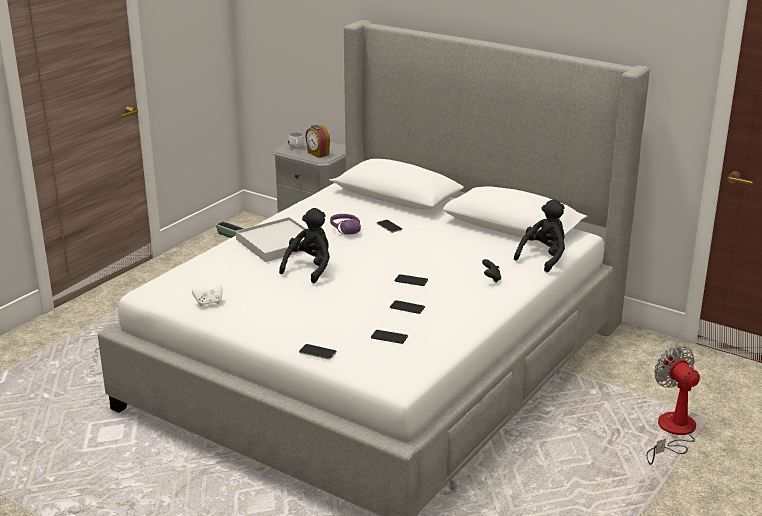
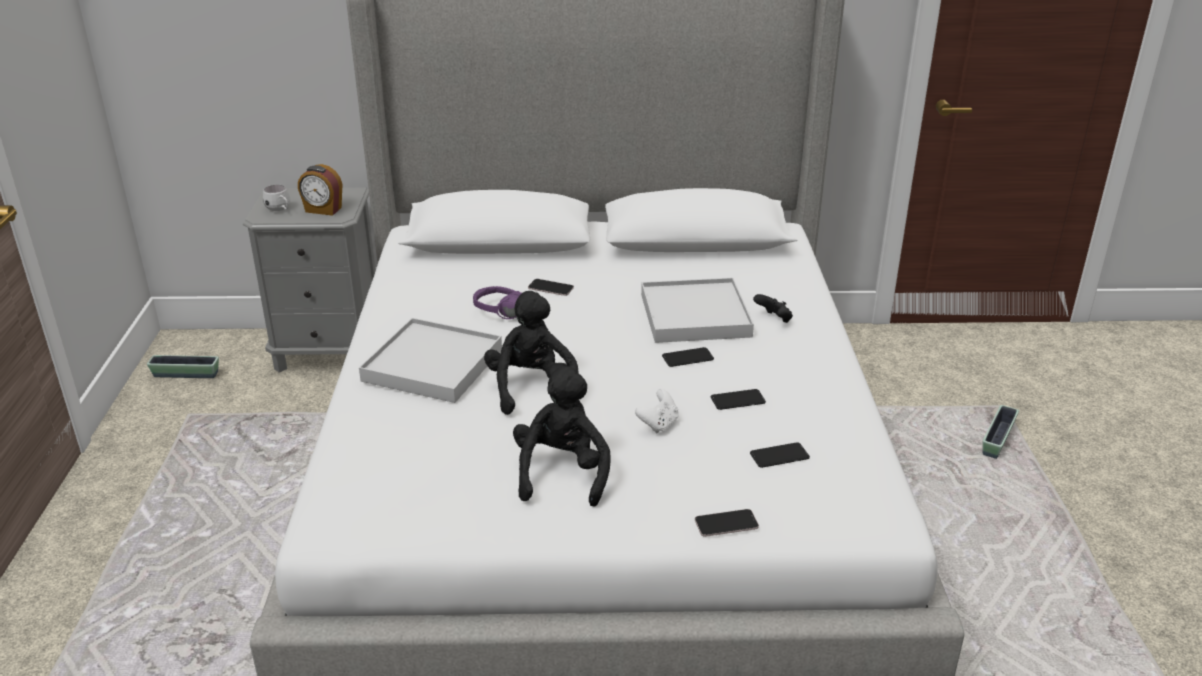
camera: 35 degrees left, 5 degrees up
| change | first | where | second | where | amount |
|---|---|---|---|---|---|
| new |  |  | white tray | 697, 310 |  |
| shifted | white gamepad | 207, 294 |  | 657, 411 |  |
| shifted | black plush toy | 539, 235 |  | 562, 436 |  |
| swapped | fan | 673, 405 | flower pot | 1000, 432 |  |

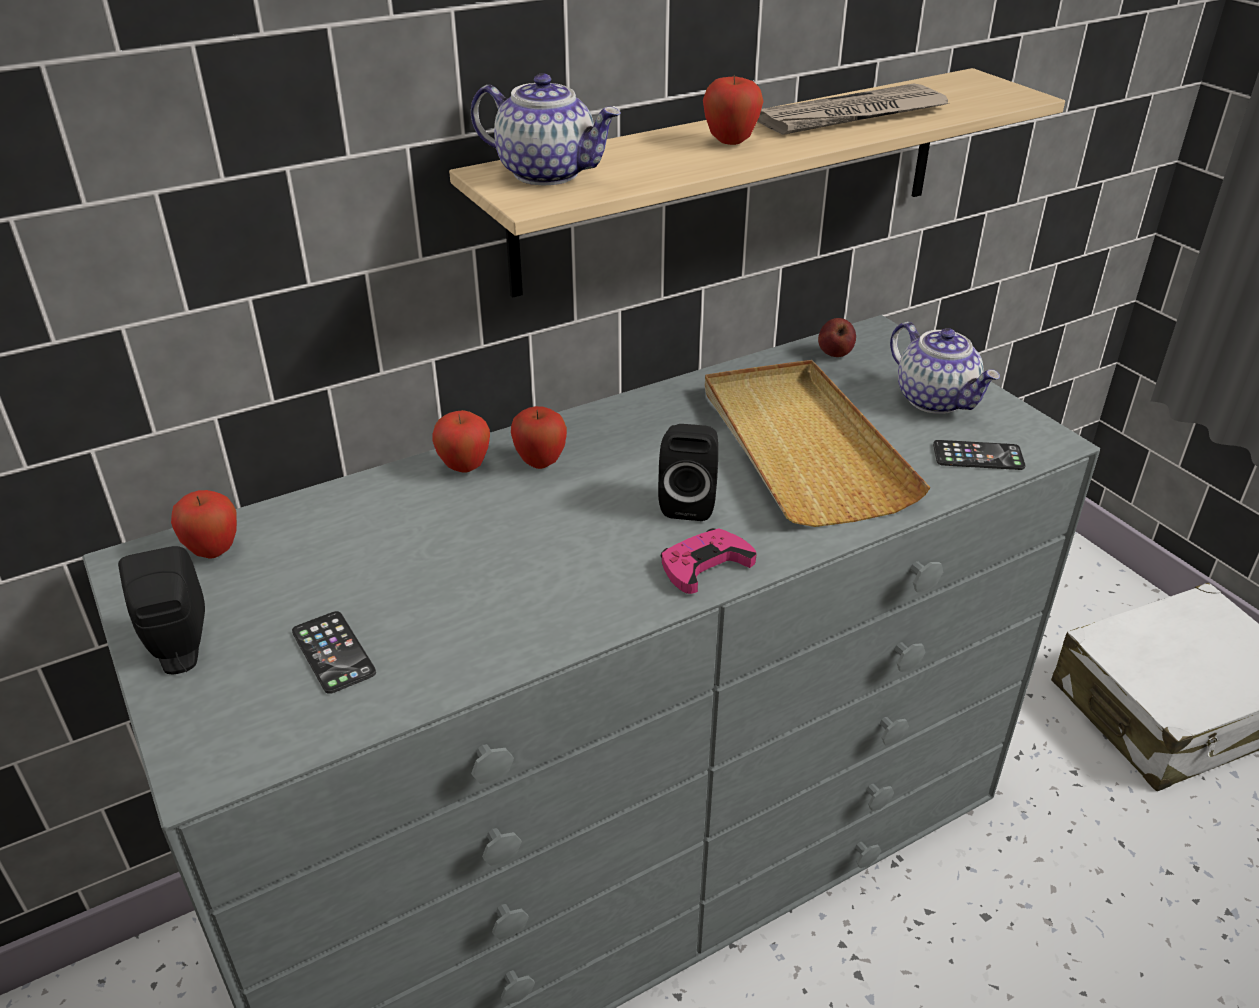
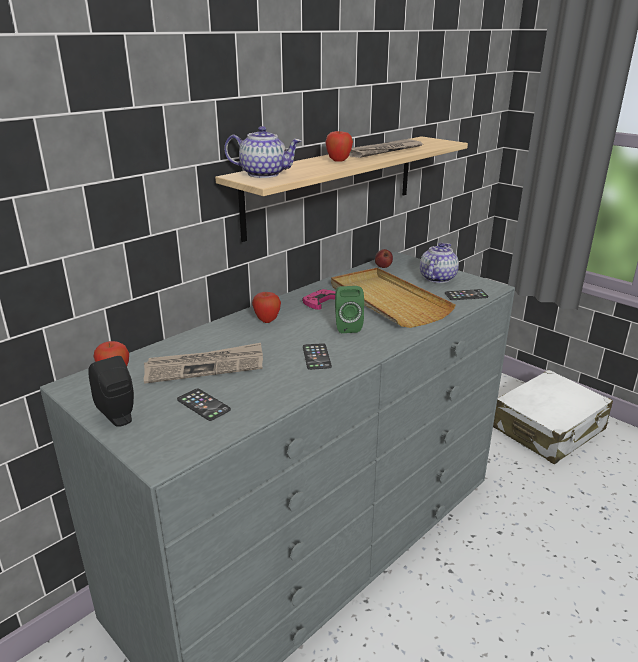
camera: 15 degrees left, 10 degrees down
| change | first | where | second | where | amount |
|---|---|---|---|---|---|
| gone | apple | 461, 441 |  |  |  |
| new |  |  | daily paper | 203, 363 |  |
| new |  |  | phone | 317, 356 |  |
| shifted | pink gamepad | 709, 561 |  | 319, 299 |  |
| repainted | black audio speaker | 688, 472 | green audio speaker | 349, 309 |  |
| rotated | tea pot | 945, 368 |  | 439, 263 | 105 degrees counterclockwise |

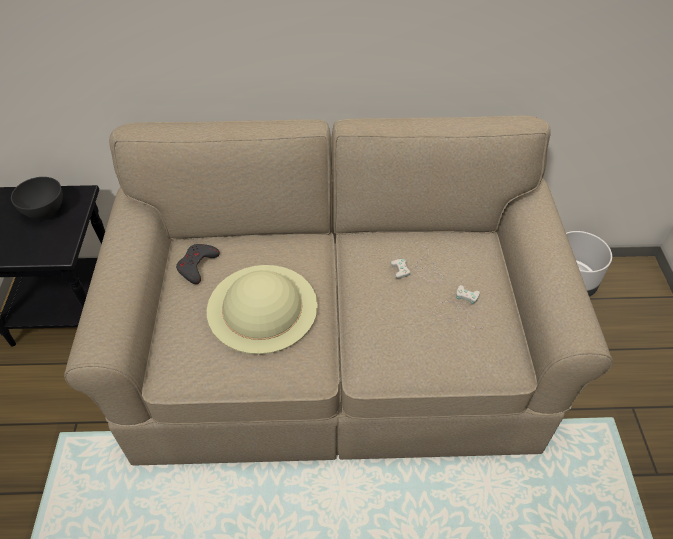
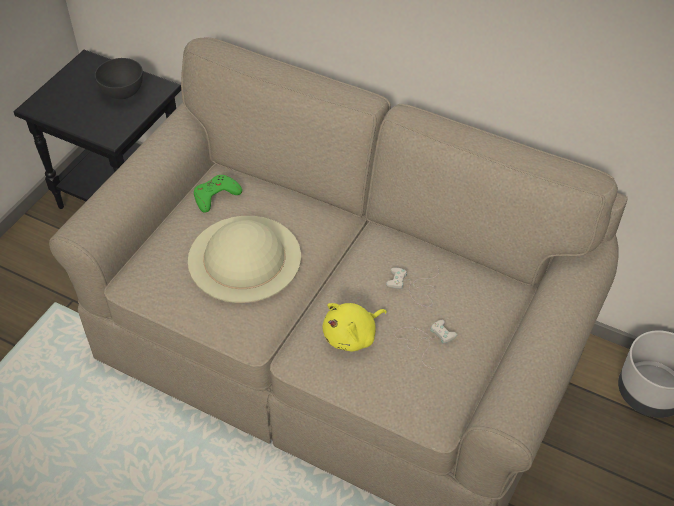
camera: 30 degrees right, 0 degrees up
| change | first | where | second | where | amount |
|---|---|---|---|---|---|
| new |  |  | yellow-coloured plush toy | 355, 327 |  |
| repainted | grey gamepad | 198, 264 | green gamepad | 218, 194 |  |

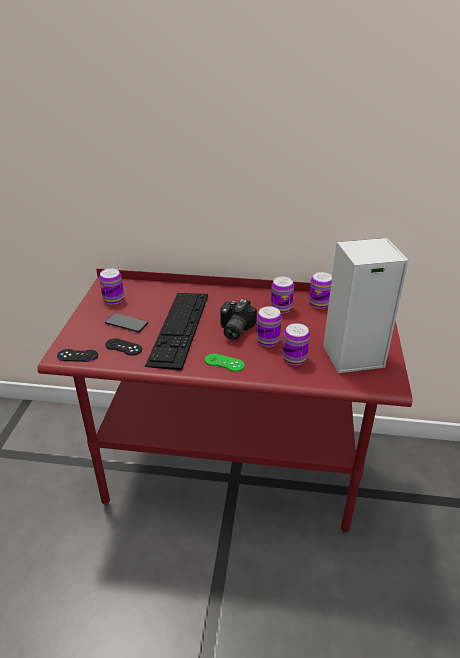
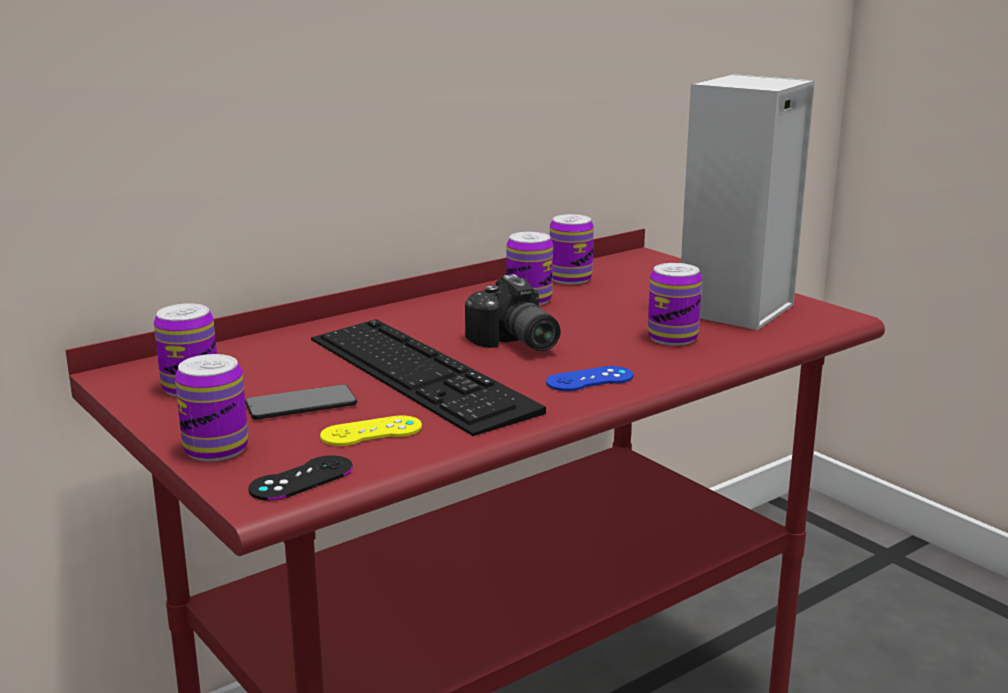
camera: 45 degrees left, 15 degrees down
| change | first | where | second | where | amount |
|---|---|---|---|---|---|
| shifted | metal can | 269, 326 |  | 211, 407 |  |
| repainted | black gamepad | 123, 347 | yellow-coloured gamepad | 371, 430 |  |
| repainted | green gamepad | 225, 362 | bluish gamepad | 589, 378 |  |

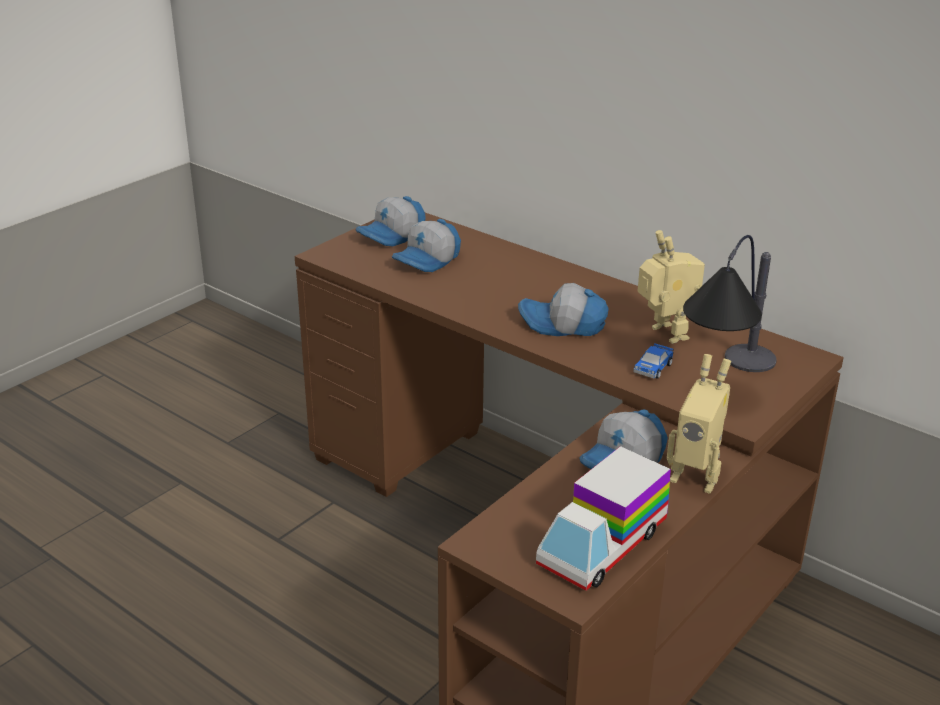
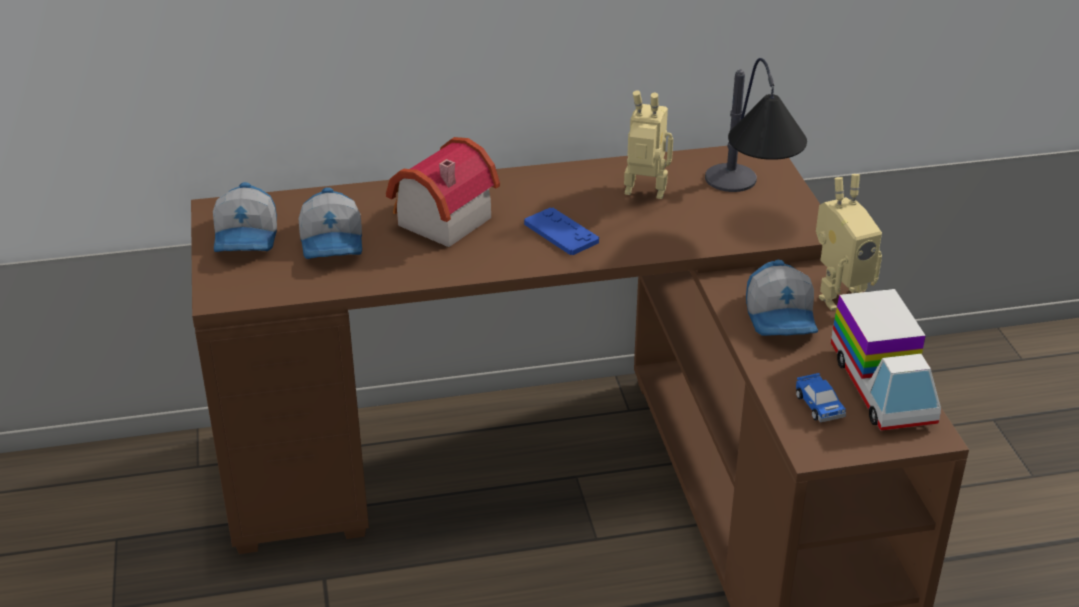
camera: 50 degrees left, 5 degrees up
| change | first | where | second | where | amount |
|---|---|---|---|---|---|
| new |  |  | model house | 443, 192 |  |
| shifted | toy car | 653, 361 |  | 821, 397 |  |
| swapped | cap | 563, 309 | bluish gamepad | 561, 231 |  |

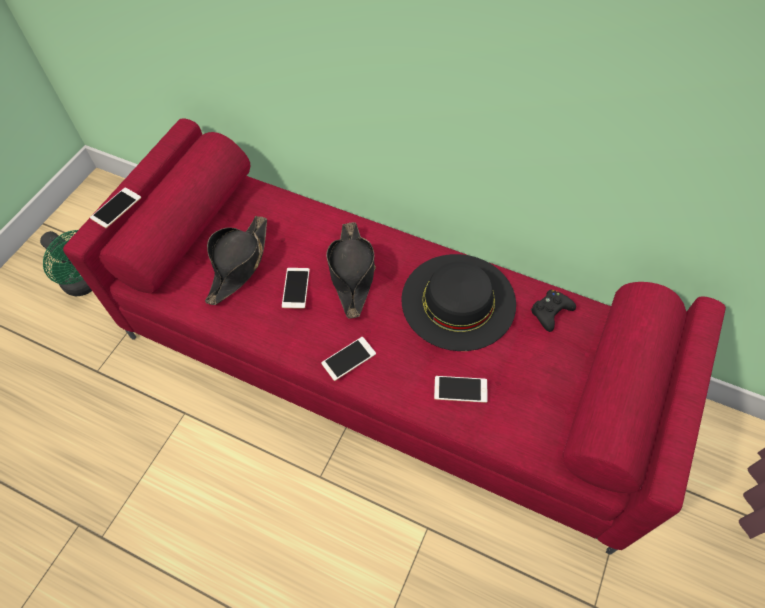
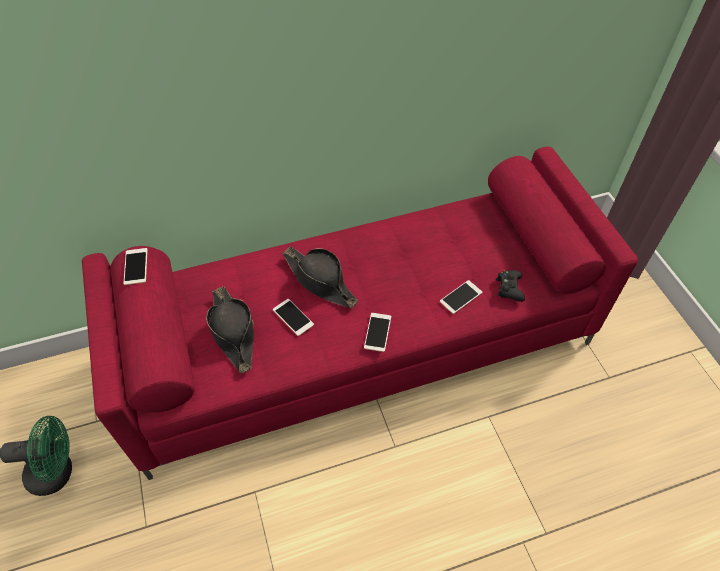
camera: 45 degrees left, 5 degrees down
| change | first | where | second | where | amount |
|---|---|---|---|---|---|
| gone | black wearable hat | 459, 302 |  |  |  |
| shifted | phone | 115, 207 |  | 135, 266 |  |
| shifted | black gamepad | 553, 311 |  | 510, 286 |  |

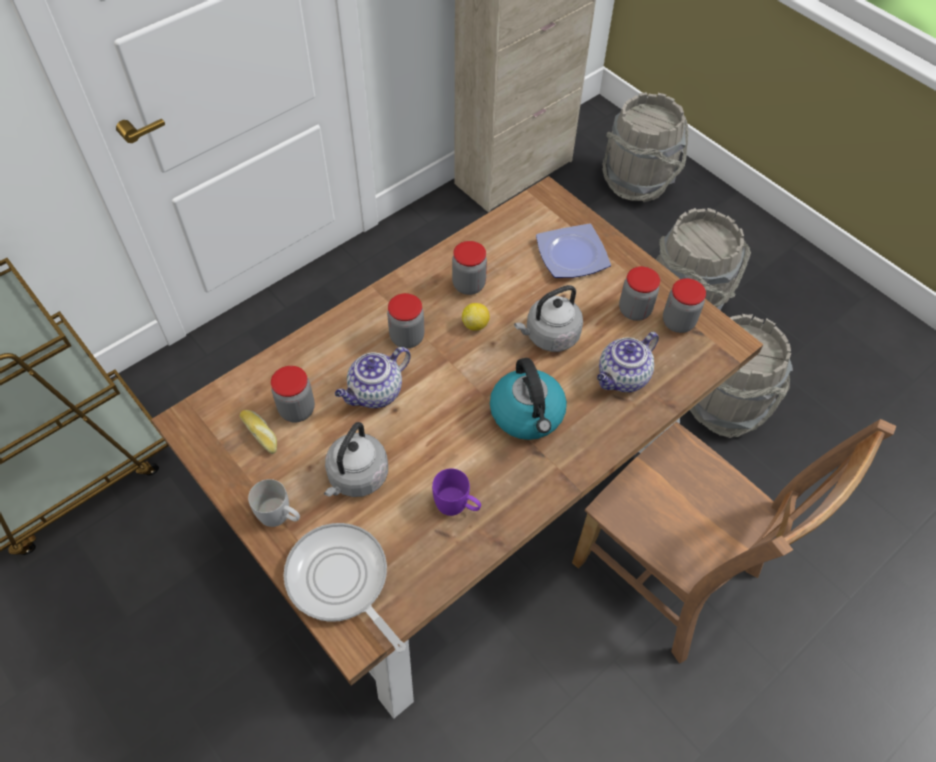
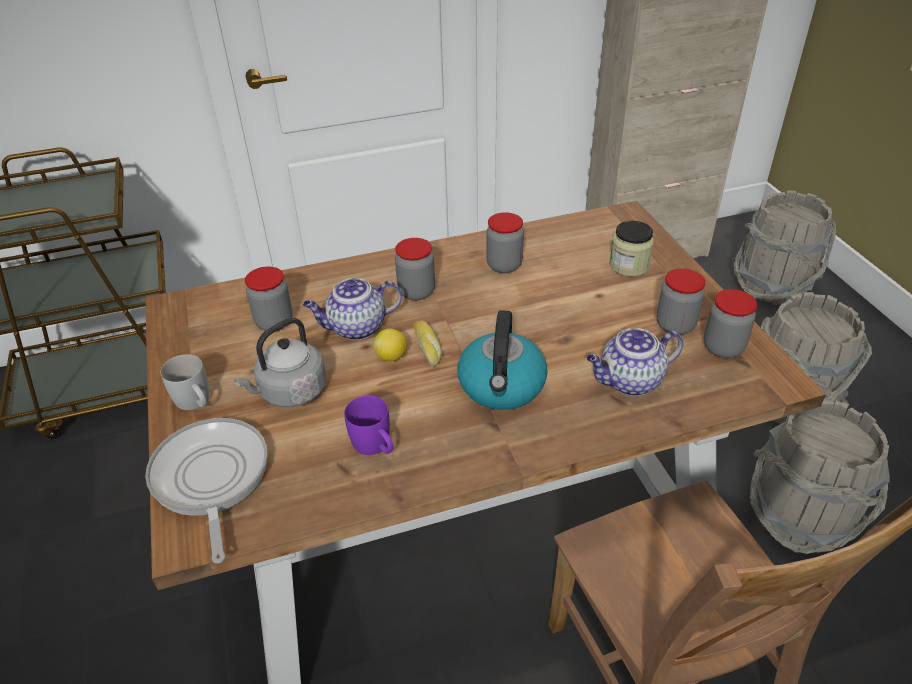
camera: 25 degrees right, 15 degrees down
| change | first | where | second | where | amount |
|---|---|---|---|---|---|
| gone | grey kettle | 548, 318 |  |  |  |
| shifted | bakery bread | 258, 432 |  | 427, 344 |  |
| shifted | citrus fruit | 476, 317 |  | 390, 345 |  |
| swapped | dinner plate | 573, 251 | storage jar | 631, 249 |  |

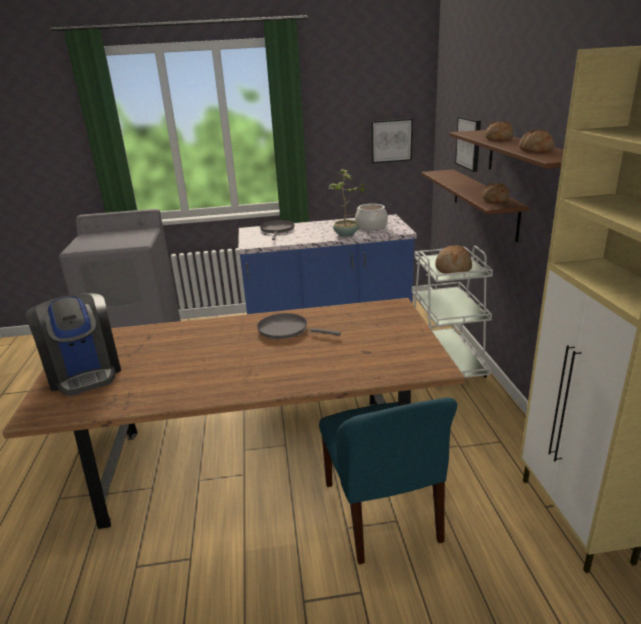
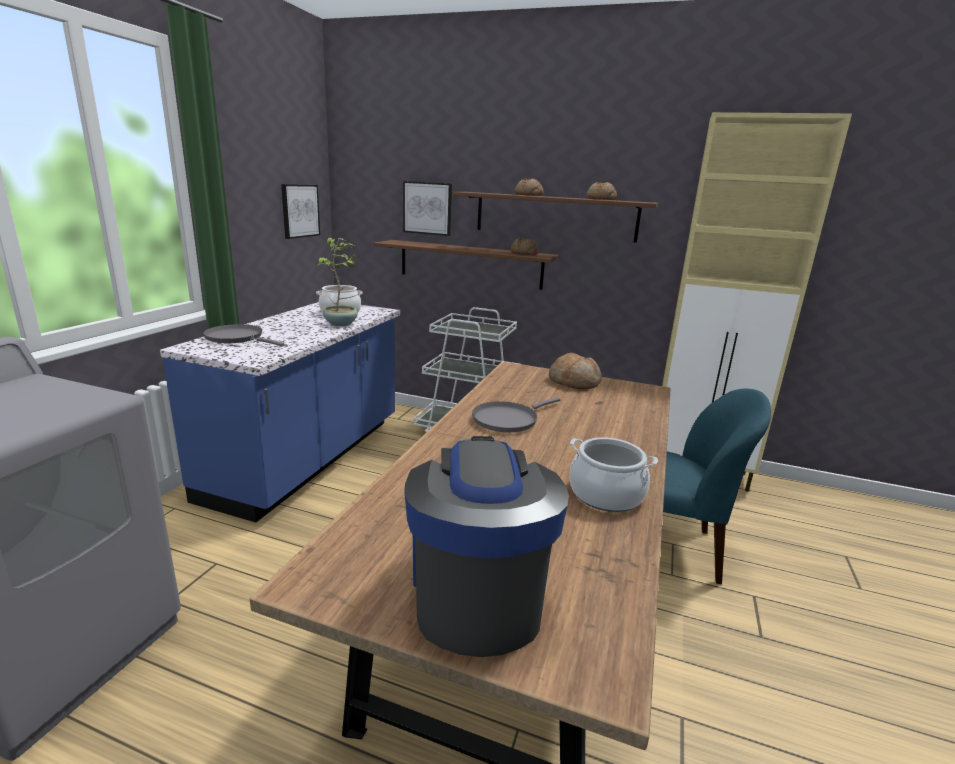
camera: 65 degrees left, 5 degrees down
| change | first | where | second | where | amount |
|---|---|---|---|---|---|
| new |  |  | stockpot | 613, 474 |  |
| shifted | bakery bread | 453, 259 |  | 575, 371 |  |
| rotated | coffee brewer | 73, 344 |  | 486, 546 | 90 degrees counterclockwise |

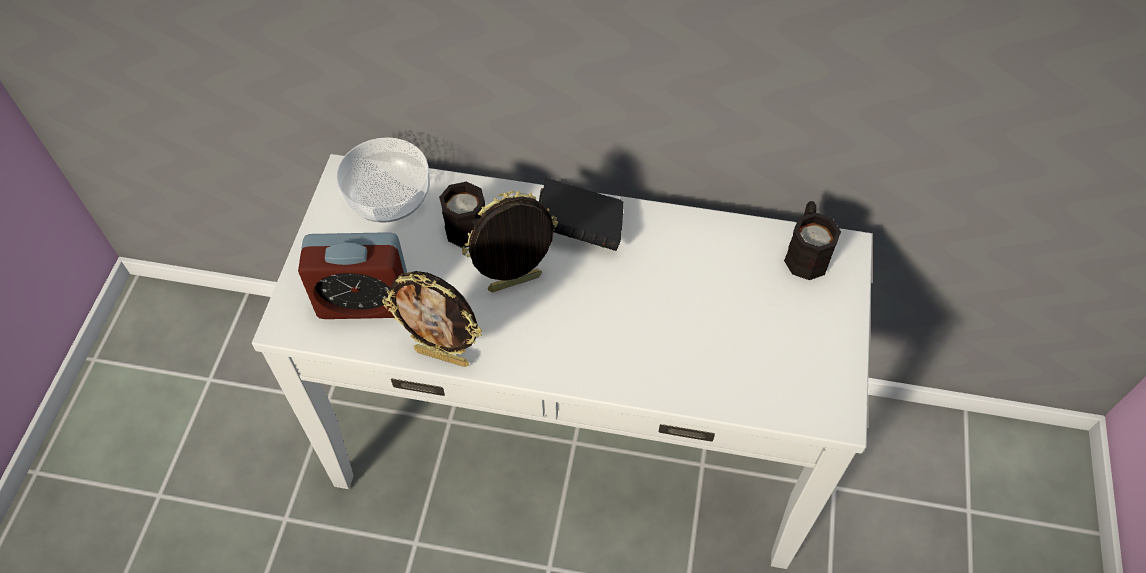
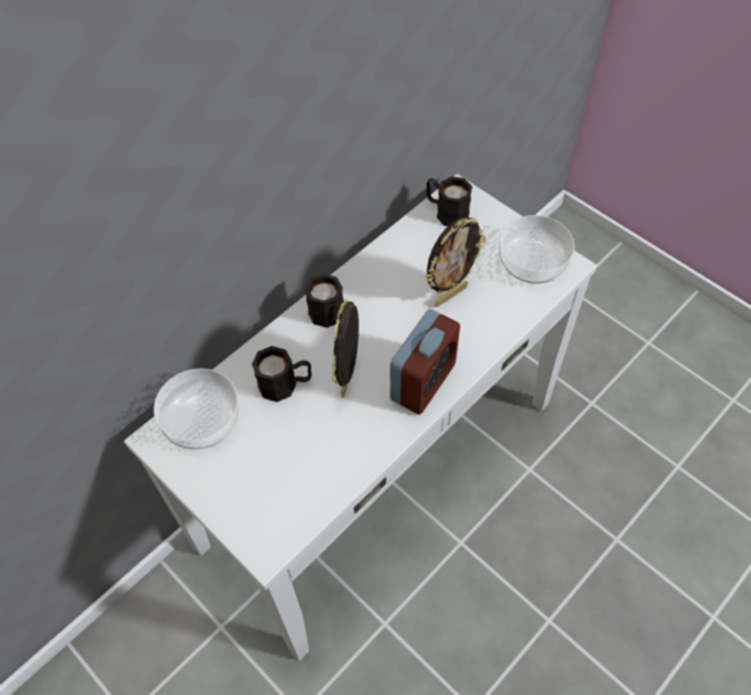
camera: 55 degrees left, 0 degrees up
| change | first | where | second | where | amount |
|---|---|---|---|---|---|
| new |  |  | deep dish | 537, 249 |  |
| shifted | alarm clock | 352, 275 |  | 425, 362 |  |
| shifted | picture frame | 432, 319 |  | 455, 262 |  |
| swapped | black bound book | 581, 214 | black tea mug | 324, 300 |  |

